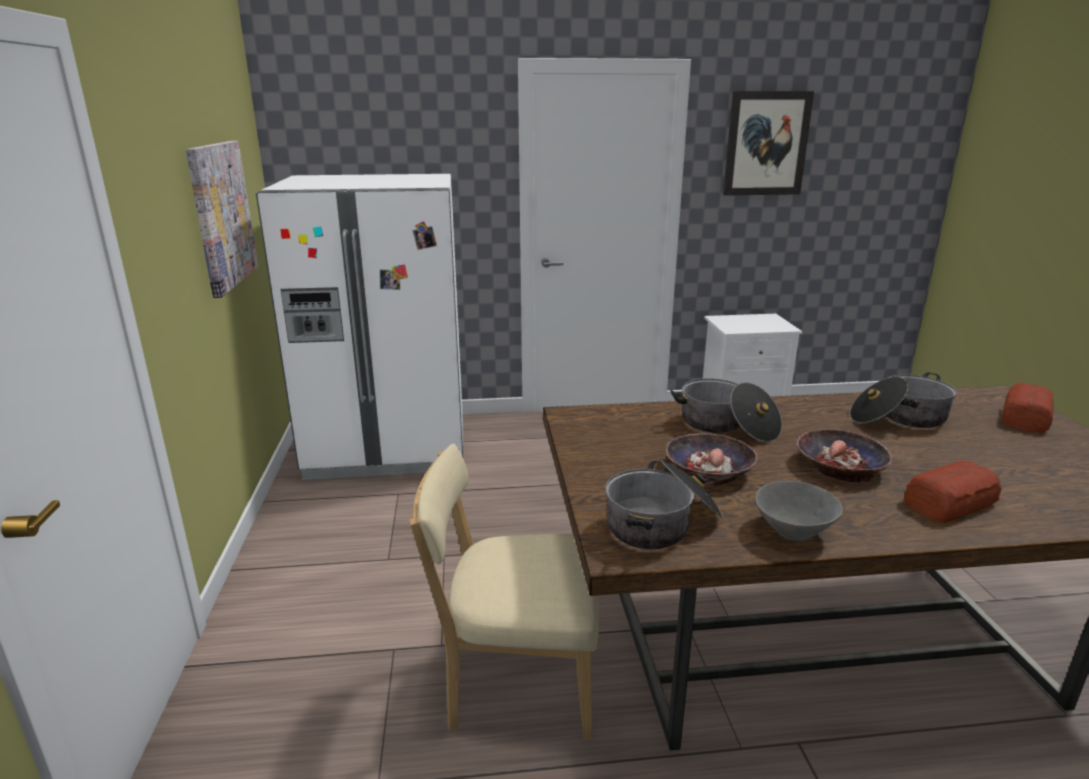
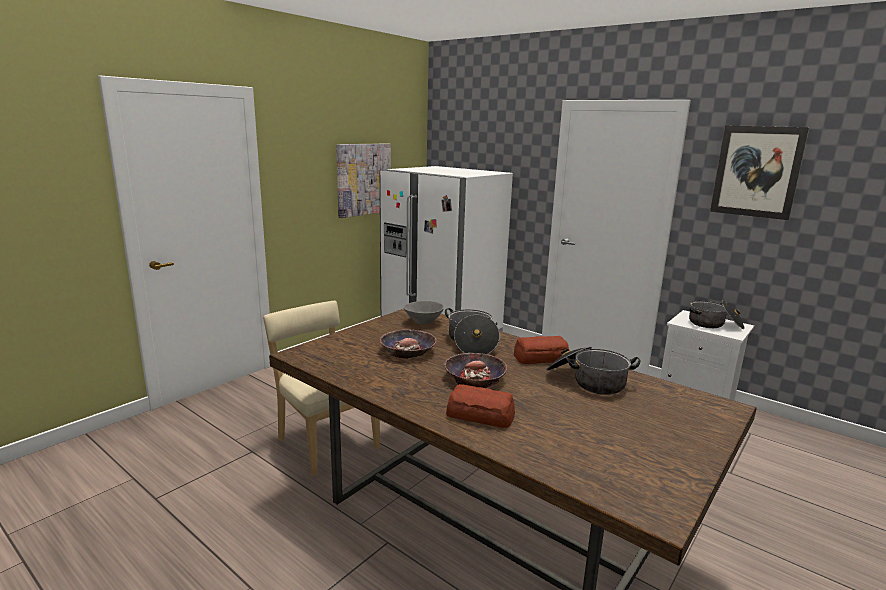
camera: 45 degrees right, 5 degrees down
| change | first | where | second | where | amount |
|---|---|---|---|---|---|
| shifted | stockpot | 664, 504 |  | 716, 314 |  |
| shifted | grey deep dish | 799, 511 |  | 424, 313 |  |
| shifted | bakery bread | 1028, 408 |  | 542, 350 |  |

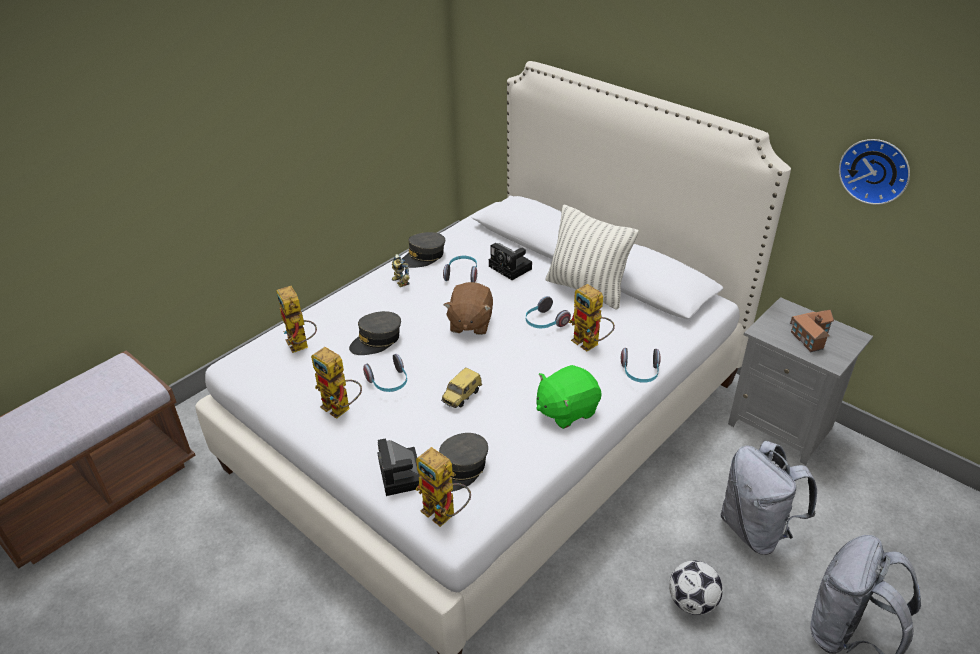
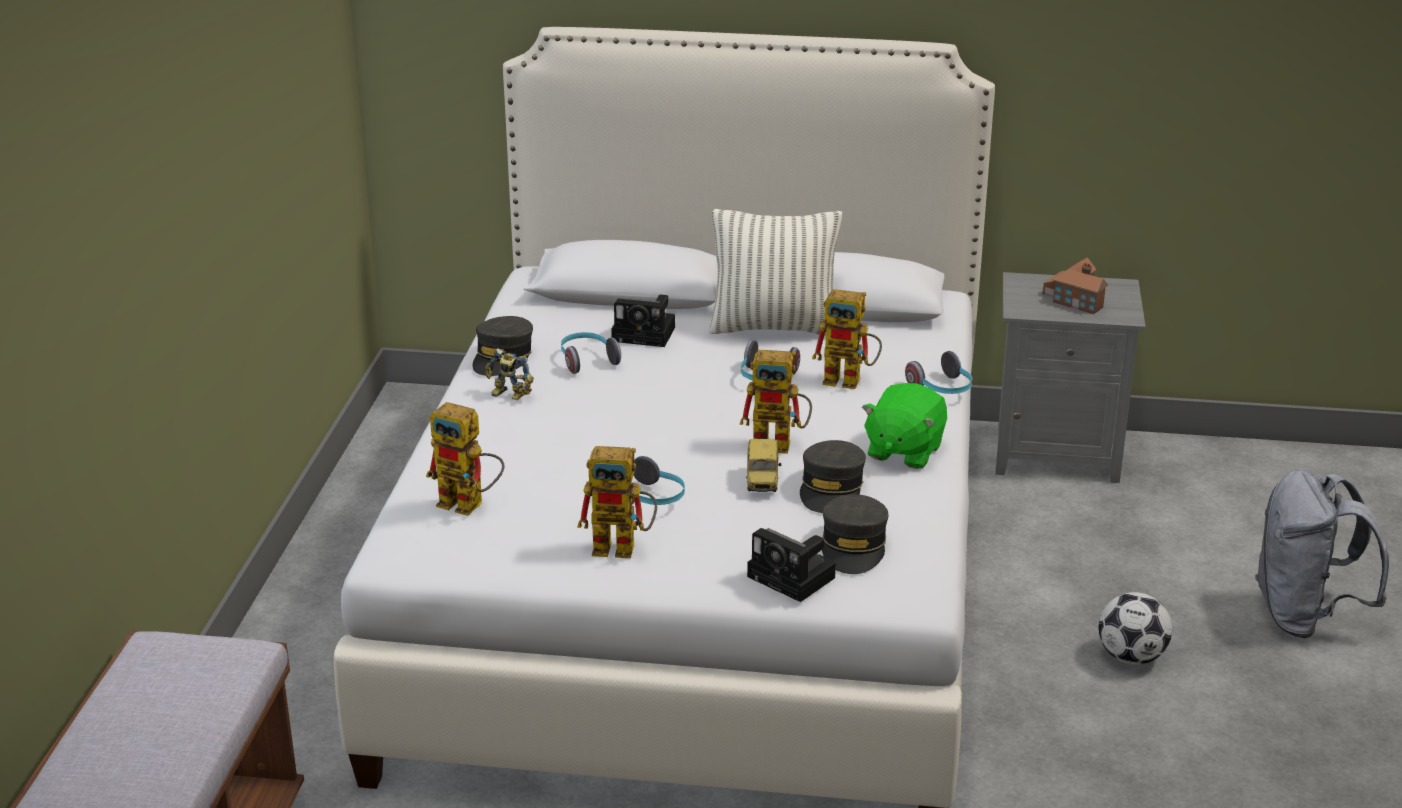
camera: 35 degrees left, 10 degrees down
| change | first | where | second | where | amount |
|---|---|---|---|---|---|
| gone | brown-coloured plush toy | 468, 308 |  |  |  |
| gone | grey rucksack | 769, 498 |  |  |  |
| gone | wall clock | 874, 172 |  |  |  |
| shifted | grey cap | 375, 333 |  | 833, 476 |  |
| shifted | toy robot | 443, 487 |  | 776, 402 |  |

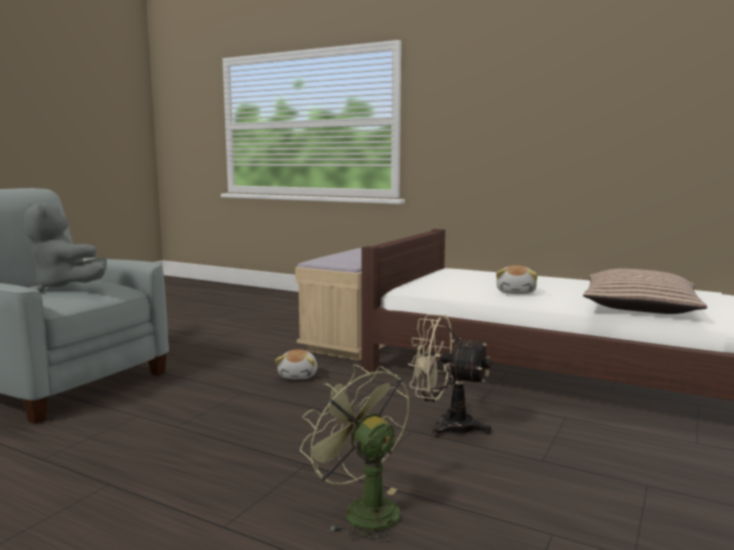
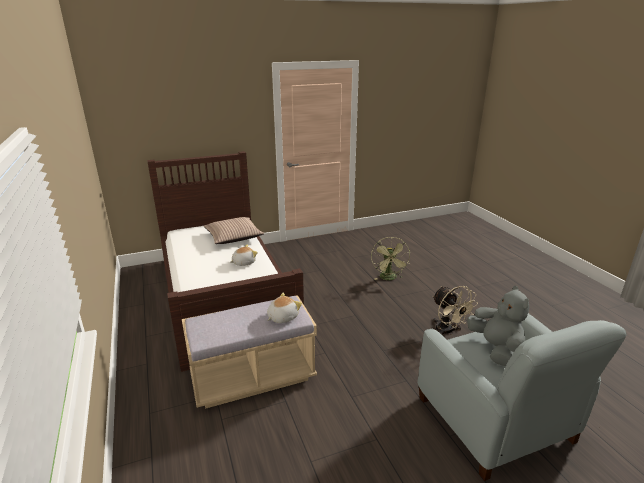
camera: 140 degrees left, 15 degrees up
| change | first | where | second | where | amount |
|---|---|---|---|---|---|
| shifted | plush toy | 296, 364 |  | 284, 307 |  |
| shifted | beige-coloured fan | 450, 375 |  | 455, 310 |  |

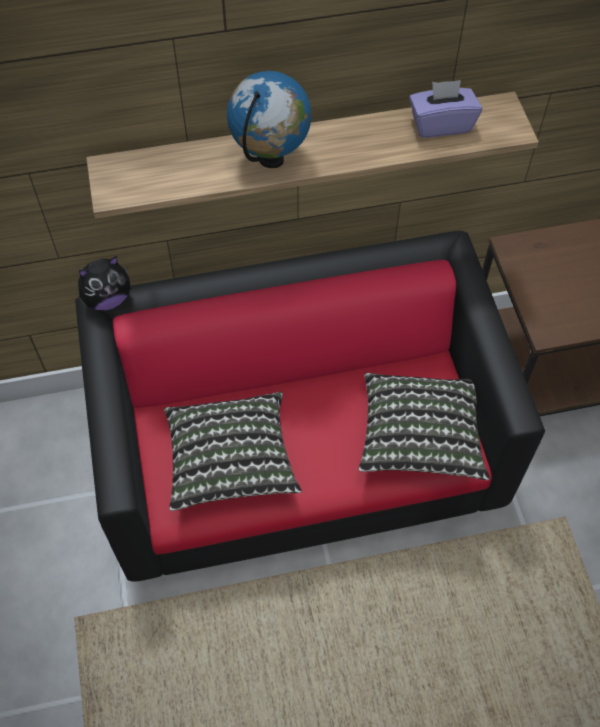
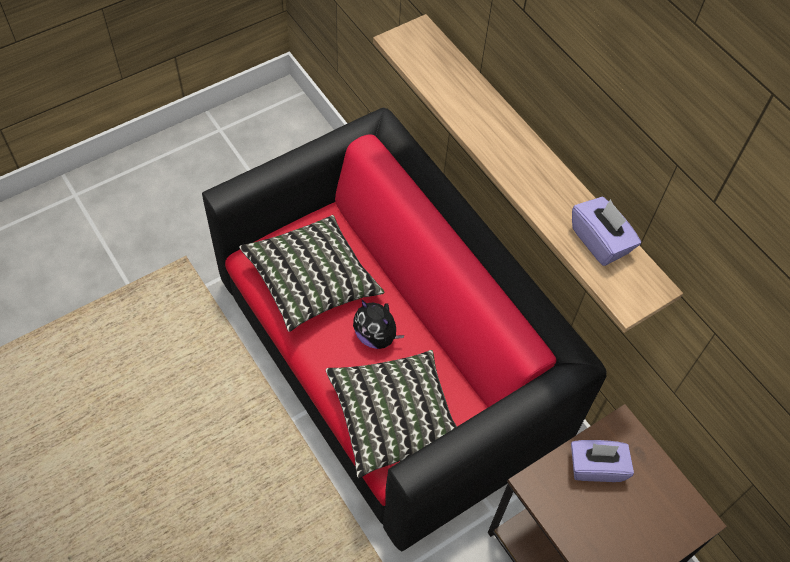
camera: 65 degrees right, 0 degrees up
| change | first | where | second | where | amount |
|---|---|---|---|---|---|
| gone | globe | 269, 119 |  |  |  |
| new |  |  | purplish tissue box | 602, 461 |  |
| shifted | plush toy | 104, 283 |  | 378, 324 |  |

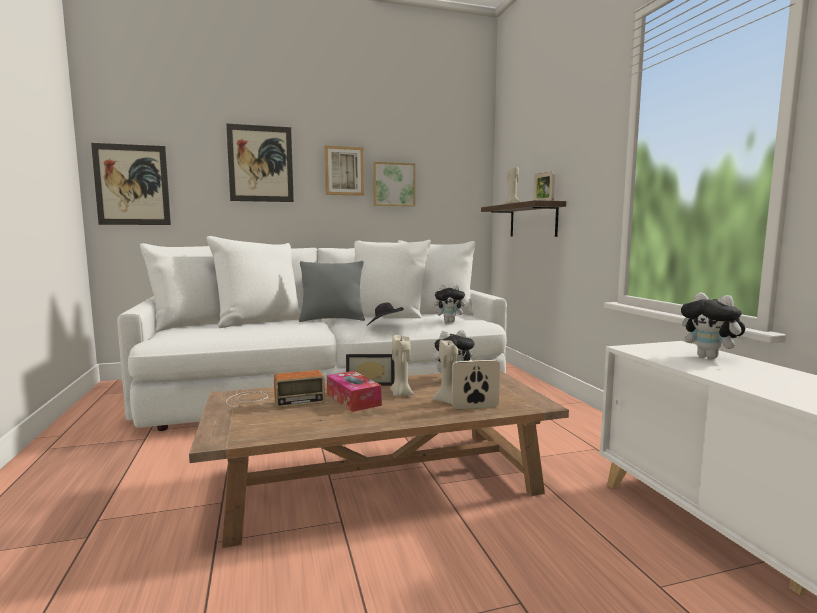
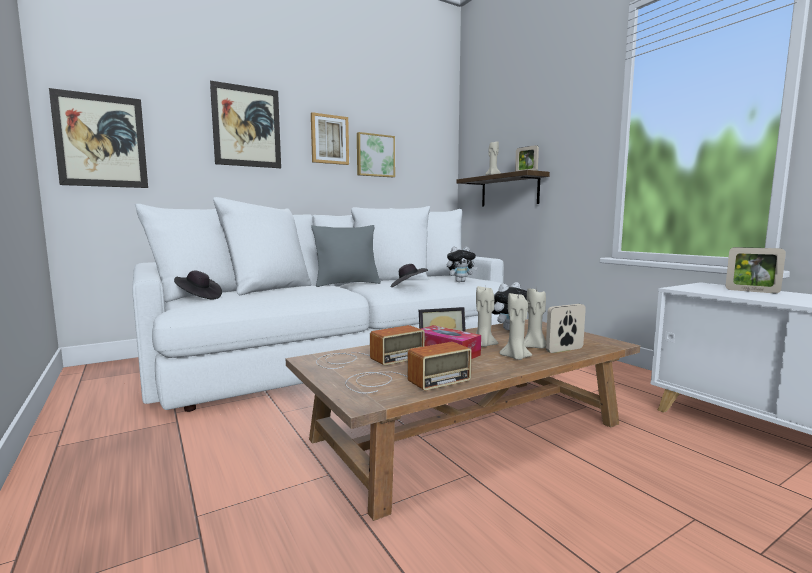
camera: 15 degrees left, 0 degrees up
| change | first | where | second | where | amount |
|---|---|---|---|---|---|
| new |  |  | black wearable hat | 198, 285 |  |
| new |  |  | radio set | 408, 368 |  |
| new |  |  | beige-coloured wax candle | 516, 326 |  |
| swapped | plush toy | 714, 325 | picture frame | 756, 270 |  |

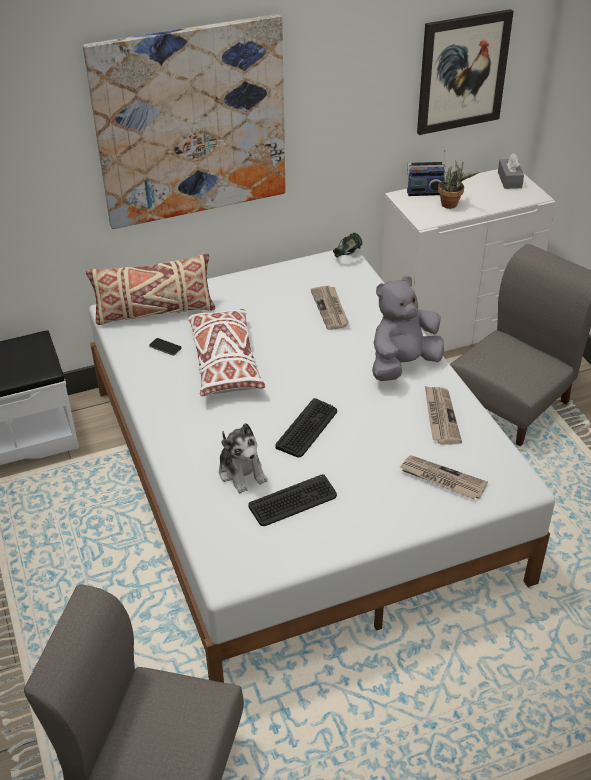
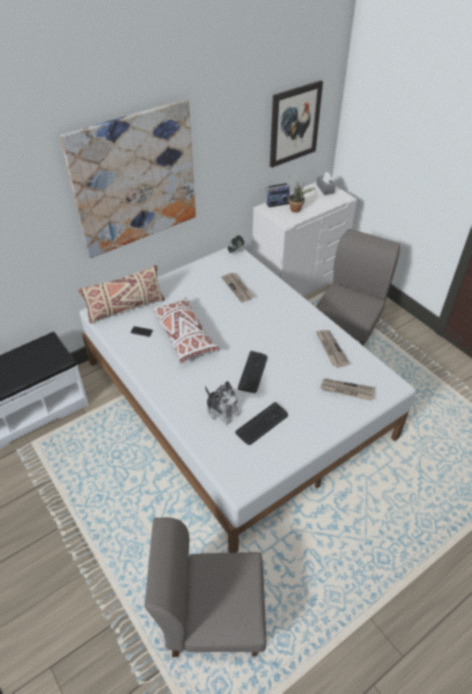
camera: 15 degrees left, 5 degrees up
| change | first | where | second | where | amount |
|---|---|---|---|---|---|
| gone | grey plush toy | 408, 328 |  |  |  |

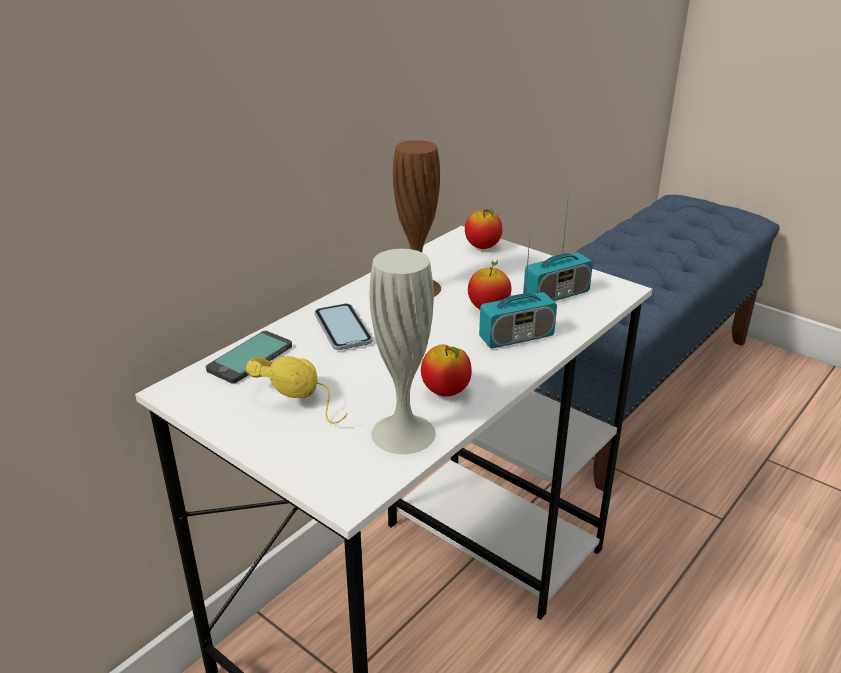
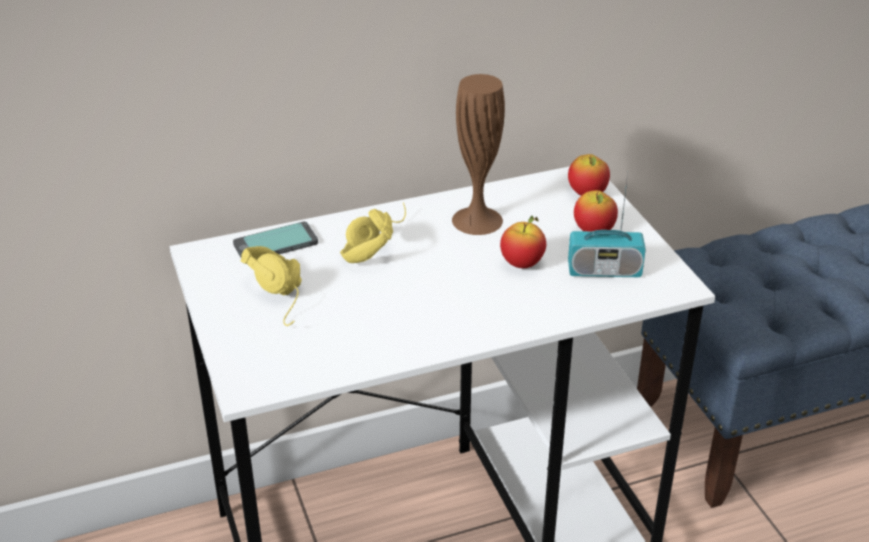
camera: 30 degrees right, 5 degrees up
| change | first | where | second | where | amount |
|---|---|---|---|---|---|
| gone | white vase | 403, 351 |  |  |  |
| gone | radio set | 518, 293 |  |  |  |
| shifted | apple | 446, 370 |  | 596, 210 |  |
| swapped | phone | 343, 326 | yellow-coloured headphones | 373, 232 |  |

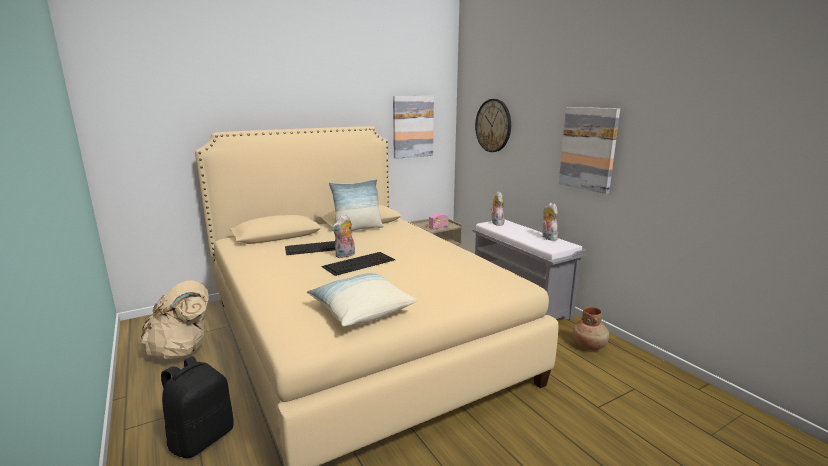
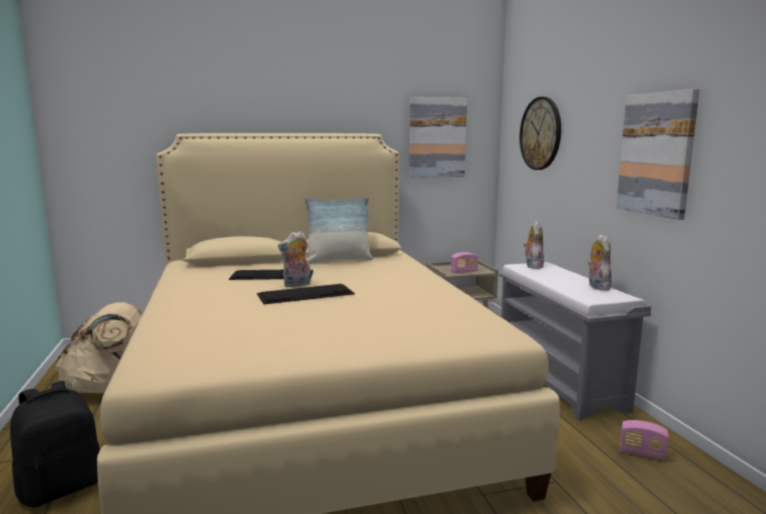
camera: 15 degrees right, 5 degrees down
| change | first | where | second | where | amount |
|---|---|---|---|---|---|
| gone | cushion | 362, 300 |  |  |  |
| swapped | brown-coloured vase | 591, 328 | radio set | 644, 440 |  |

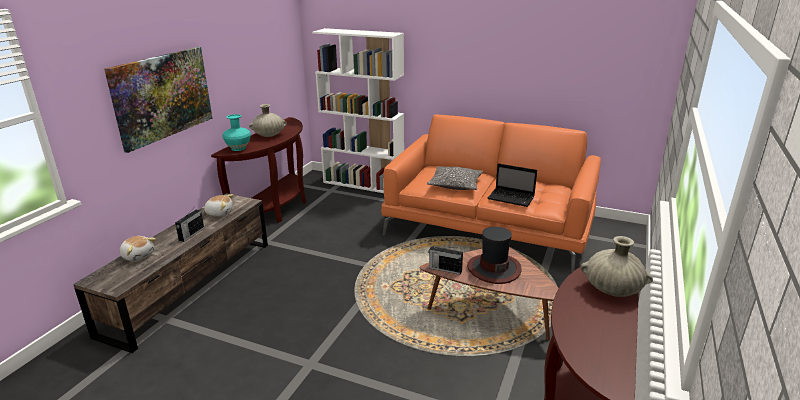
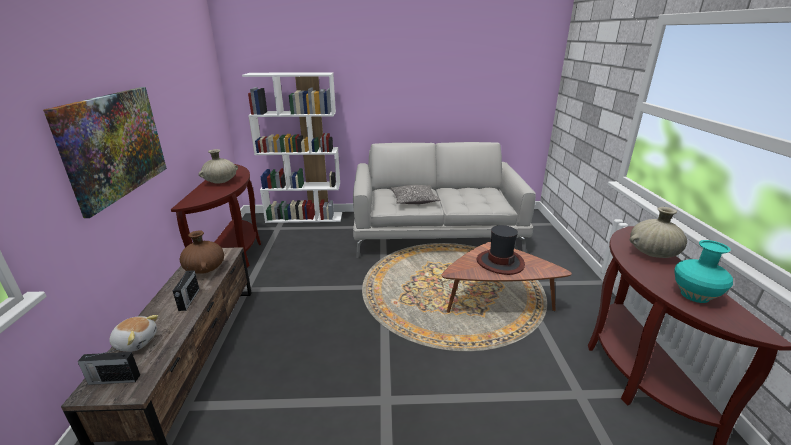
camera: 25 degrees left, 0 degrees up
| change | first | where | second | where | amount |
|---|---|---|---|---|---|
| gone | notebook computer | 512, 185 |  |  |  |
| shifted | blue-green vase | 236, 132 |  | 704, 271 |  |
| shifted | radio set | 445, 260 |  | 108, 367 |  |
| swapped | plush toy | 218, 205 | brown-coloured vase | 202, 252 |  |
| repainted | orangey settee | 491, 193 | grey settee | 444, 200 |  |

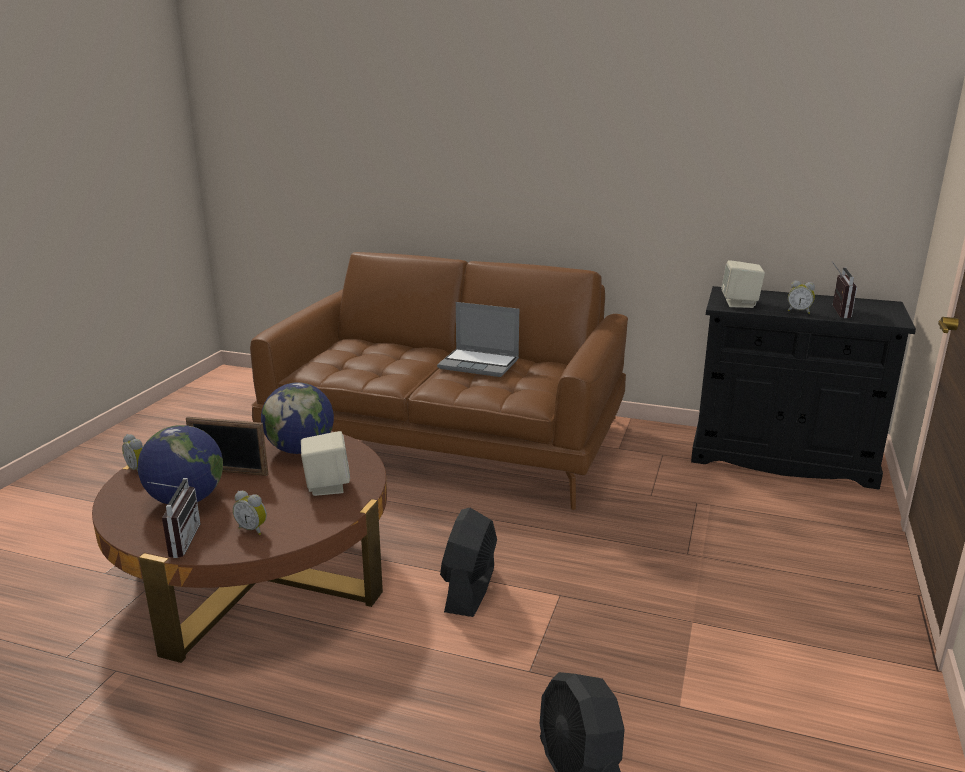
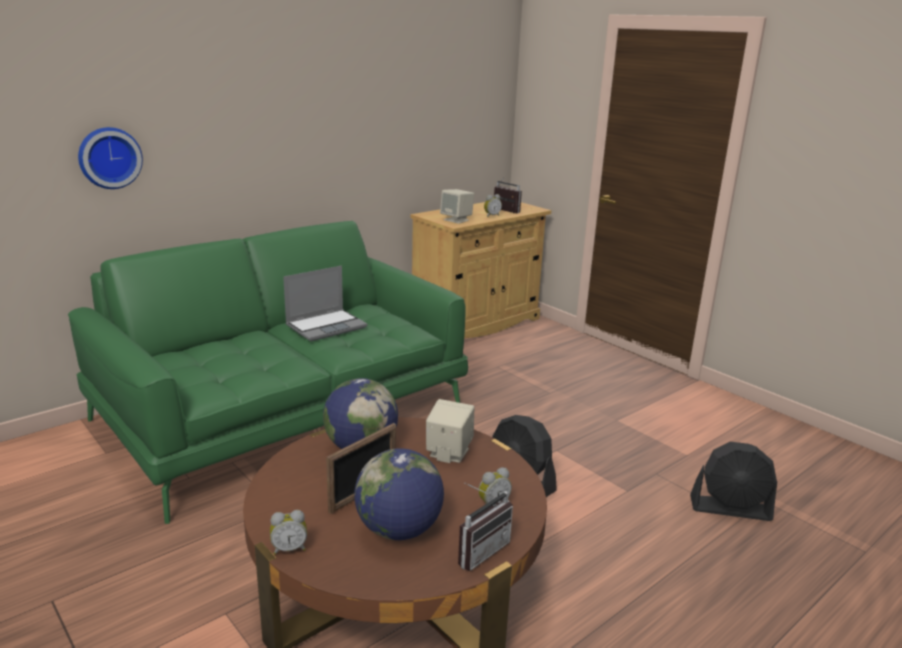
camera: 60 degrees left, 0 degrees up
| change | first | where | second | where | amount |
|---|---|---|---|---|---|
| new |  |  | wall clock | 110, 158 |  |
| repainted | brown-coloured settee | 439, 381 | green settee | 268, 372 |  |
| repainted | black cabinet | 803, 388 | beige-coloured cabinet | 480, 270 |  |
| rotated | radio set | 174, 518 |  | 485, 526 | 105 degrees clockwise |

